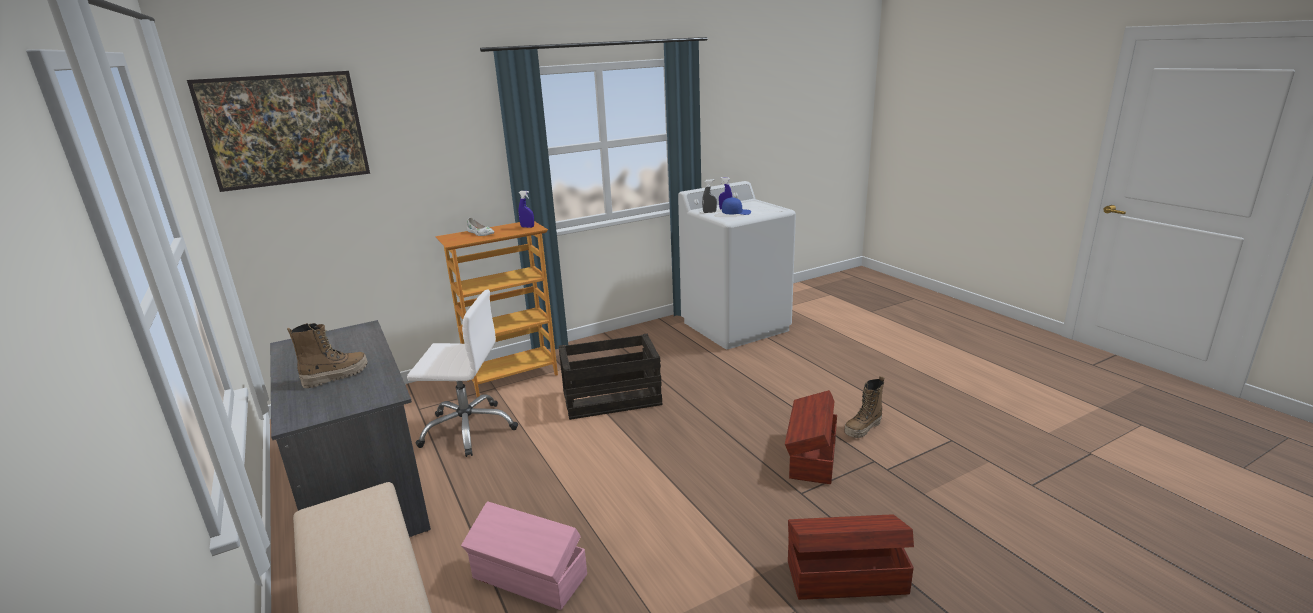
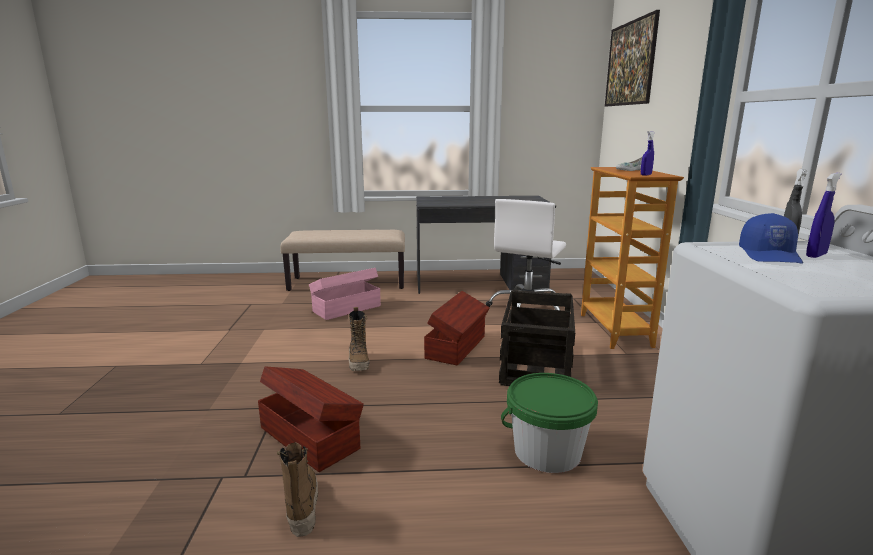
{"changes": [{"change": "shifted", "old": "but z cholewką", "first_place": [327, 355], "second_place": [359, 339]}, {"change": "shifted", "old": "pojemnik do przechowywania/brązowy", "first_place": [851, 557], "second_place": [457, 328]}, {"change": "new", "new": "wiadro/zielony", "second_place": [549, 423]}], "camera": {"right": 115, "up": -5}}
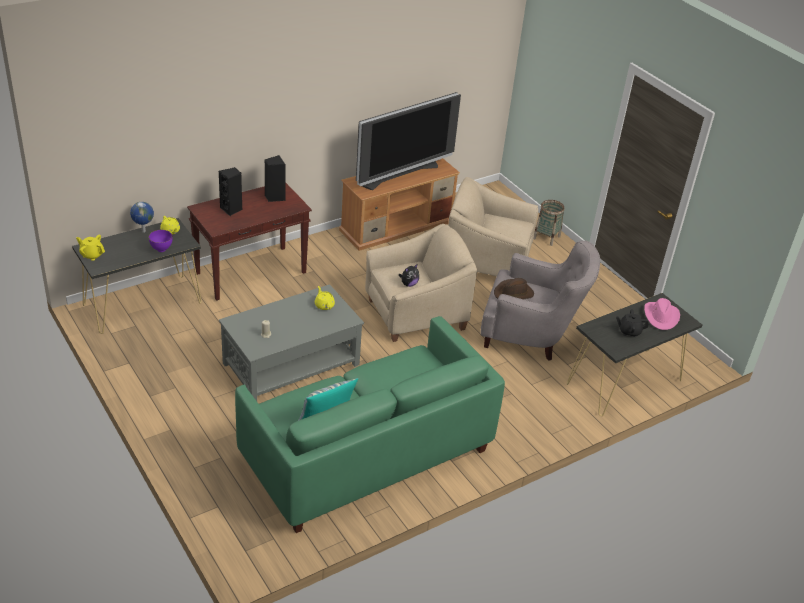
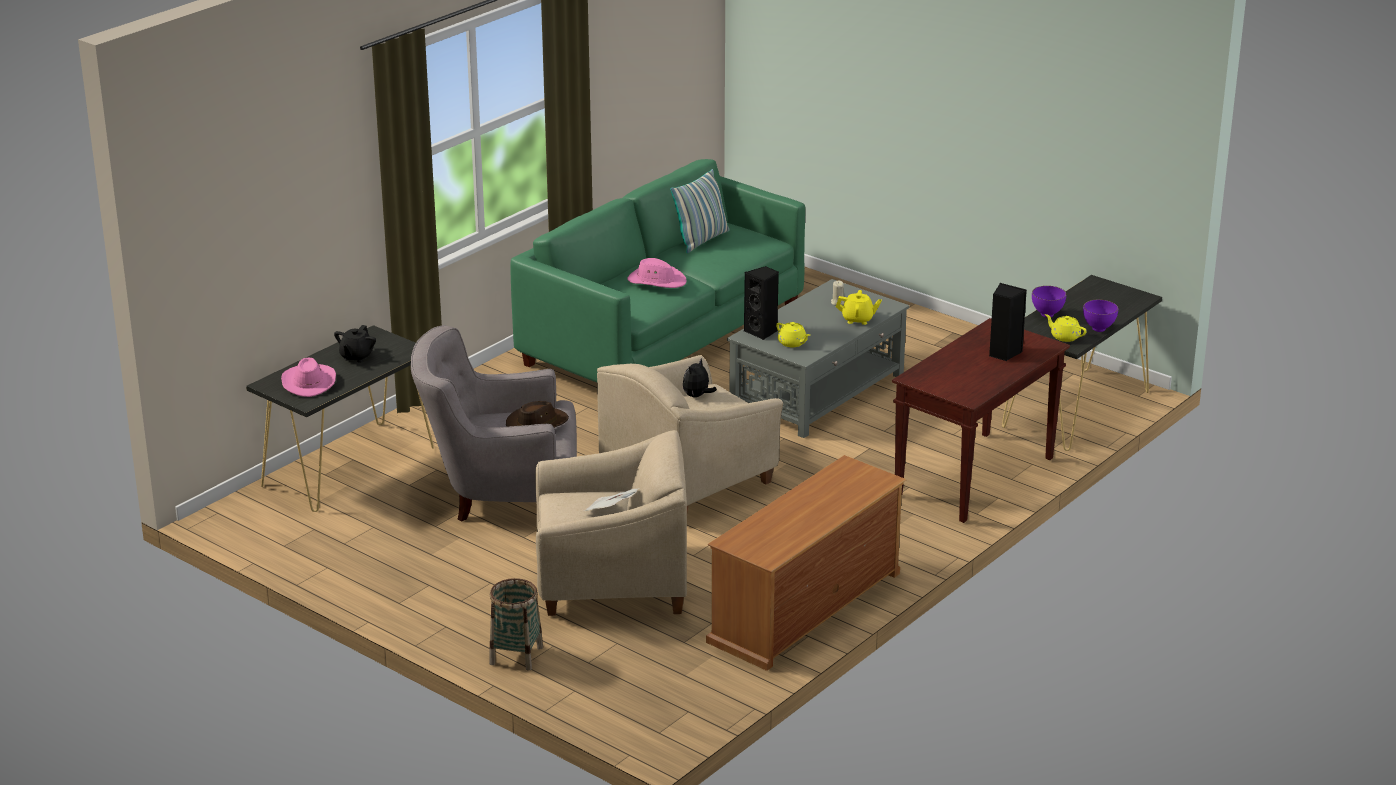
{"changes": [{"change": "shifted", "old": "imbryk/żółty", "first_place": [90, 248], "second_place": [859, 307]}, {"change": "swapped", "old": "globus", "new": "miska/fioletowy", "first_place": [142, 217], "second_place": [1100, 315]}, {"change": "shifted", "old": "głośnik/czarny", "first_place": [275, 178], "second_place": [761, 303]}, {"change": "gone", "old": "telewizor", "first_place": [408, 141]}, {"change": "rotated", "old": "imbryk/czarny", "first_place": [632, 323], "second_place": [355, 344], "degrees": 120}, {"change": "new", "new": "gazeta", "second_place": [611, 500]}, {"change": "new", "new": "kapelusz/różowy", "second_place": [657, 273]}], "camera": {"right": 165, "up": -10}}
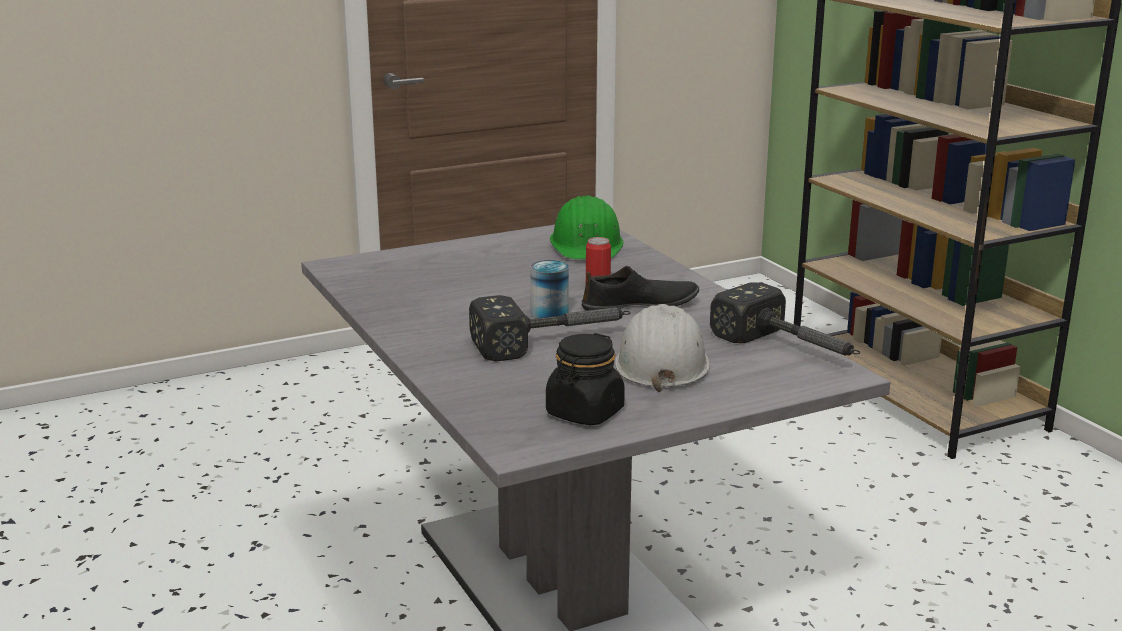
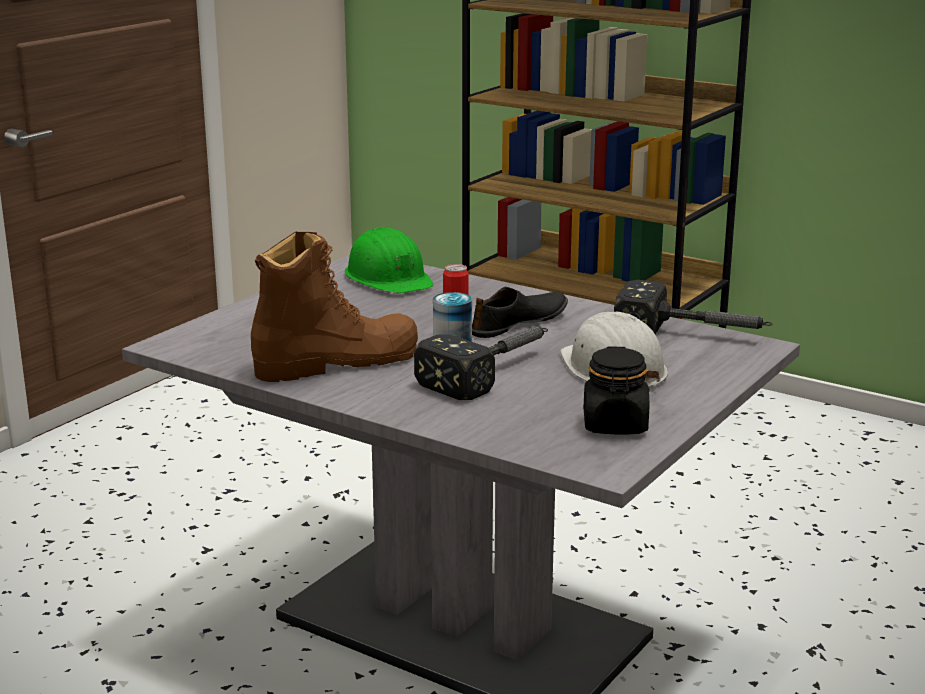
{"changes": [{"change": "new", "new": "but z cholewką/brązowy", "second_place": [334, 307]}], "camera": {"right": -30, "up": 0}}
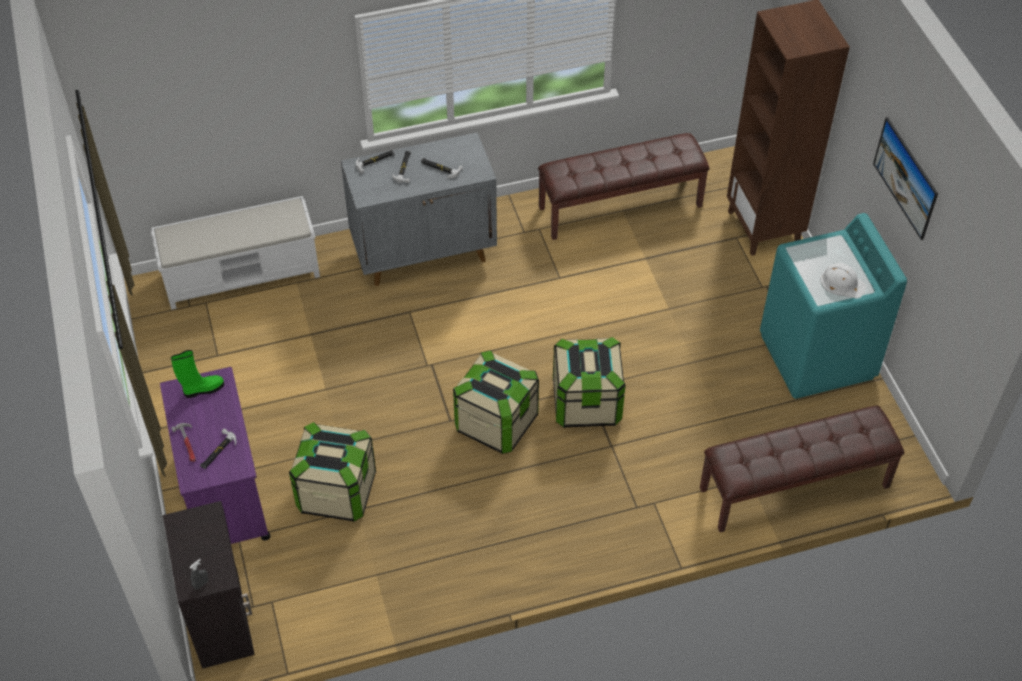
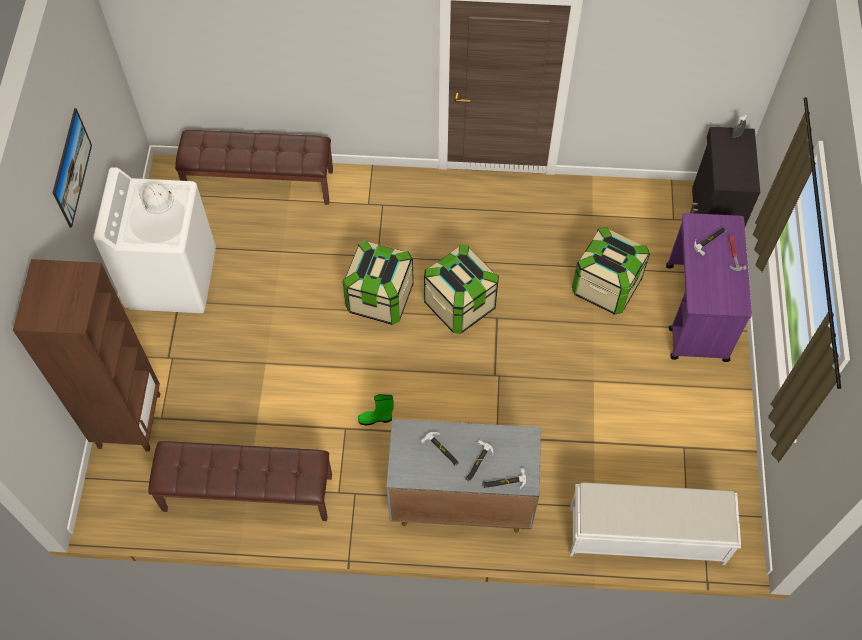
{"changes": [{"change": "shifted", "old": "but z cholewką/zielony", "first_place": [197, 374], "second_place": [376, 409]}, {"change": "repainted", "old": "pralka/turkusowy", "new": "pralka/biały", "first_place": [833, 306], "second_place": [154, 240]}], "camera": {"right": -160, "up": 10}}
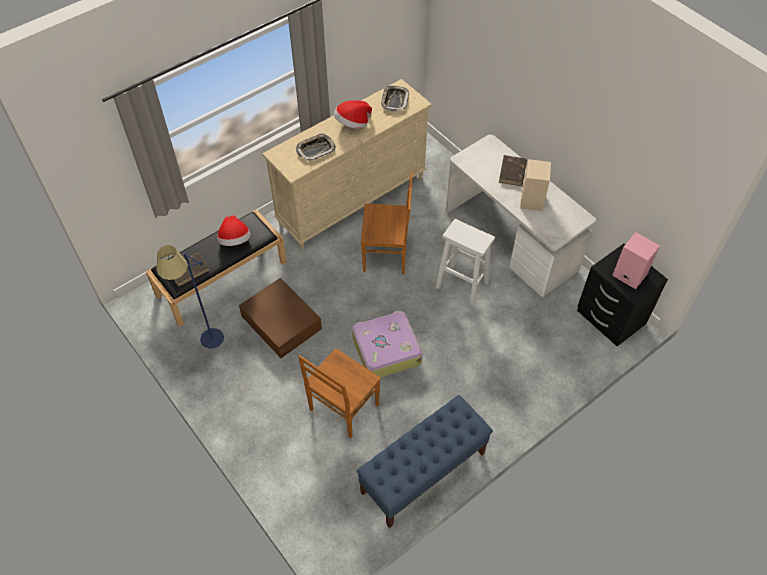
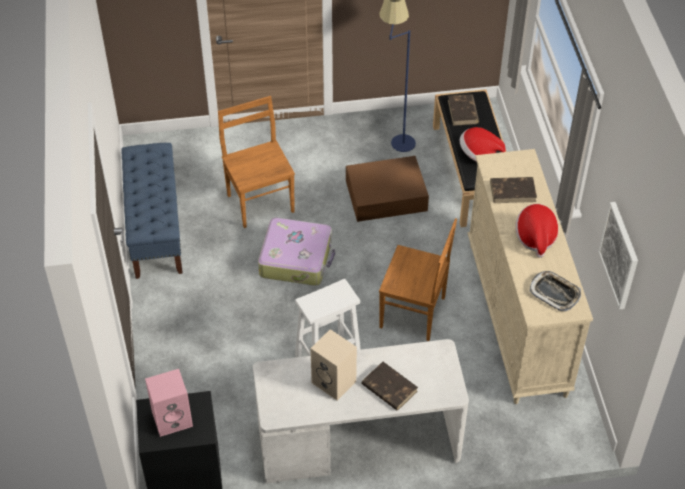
{"changes": [{"change": "swapped", "old": "taca", "new": "książka/brązowy", "first_place": [316, 147], "second_place": [513, 190]}, {"change": "rotated", "old": "krzesło/brązowy", "first_place": [387, 223], "second_place": [418, 279], "degrees": -105}, {"change": "new", "new": "obraz", "second_place": [618, 256]}], "camera": {"right": 120, "up": -5}}
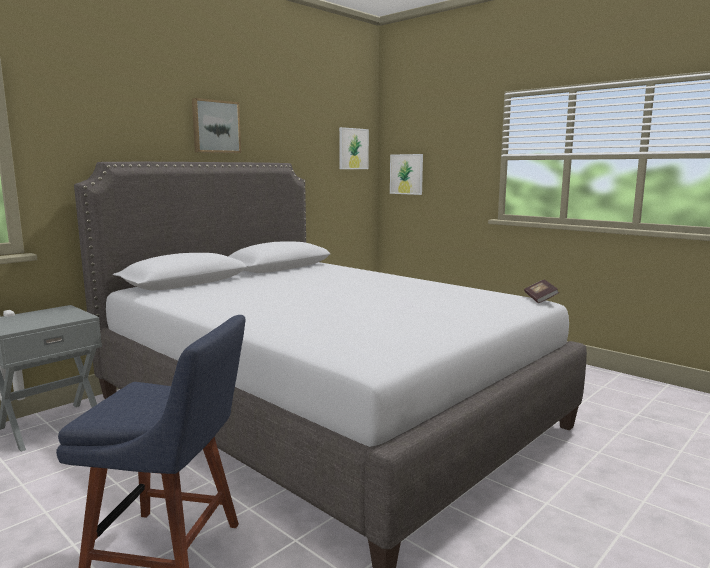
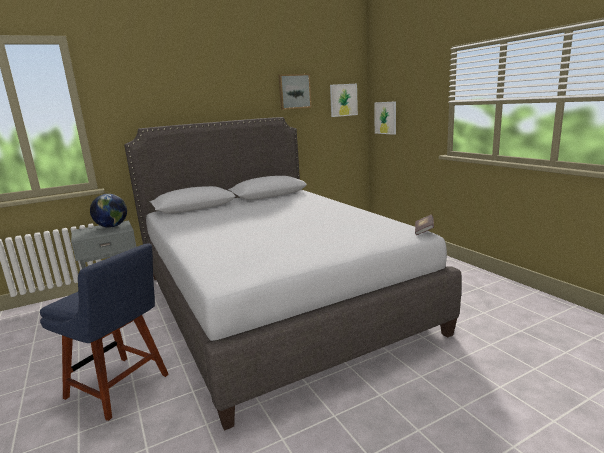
{"changes": [{"change": "shifted", "old": "obraz", "first_place": [216, 125], "second_place": [295, 92]}, {"change": "new", "new": "globus", "second_place": [108, 211]}], "camera": {"right": 20, "up": 5}}
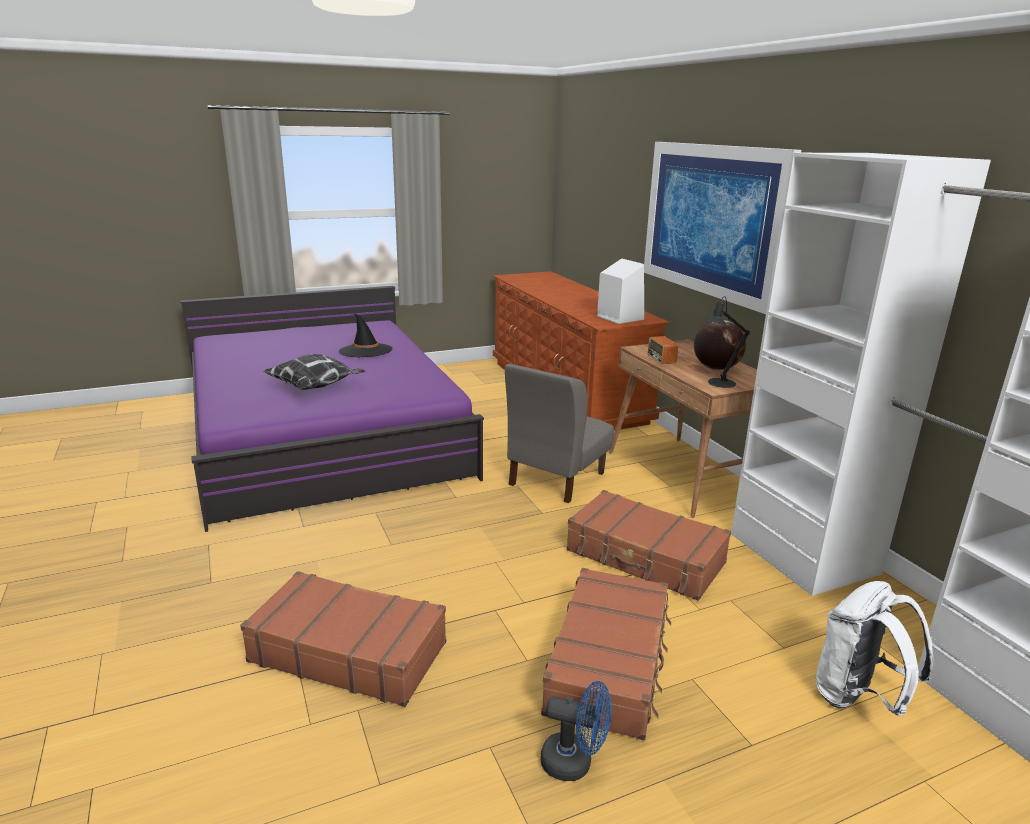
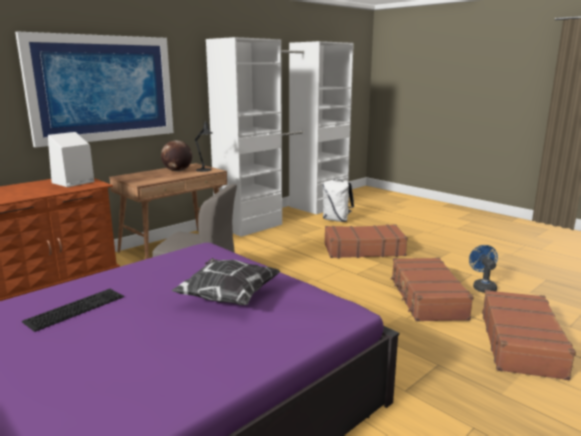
{"changes": [{"change": "swapped", "old": "kapelusz/czarny", "new": "klawiatura", "first_place": [366, 335], "second_place": [73, 310]}, {"change": "shifted", "old": "wentylator/niebieski", "first_place": [576, 731], "second_place": [483, 269]}, {"change": "shifted", "old": "walizka/brązowy", "first_place": [648, 545], "second_place": [529, 335]}, {"change": "gone", "old": "radio", "first_place": [664, 350]}], "camera": {"right": -110, "up": -5}}
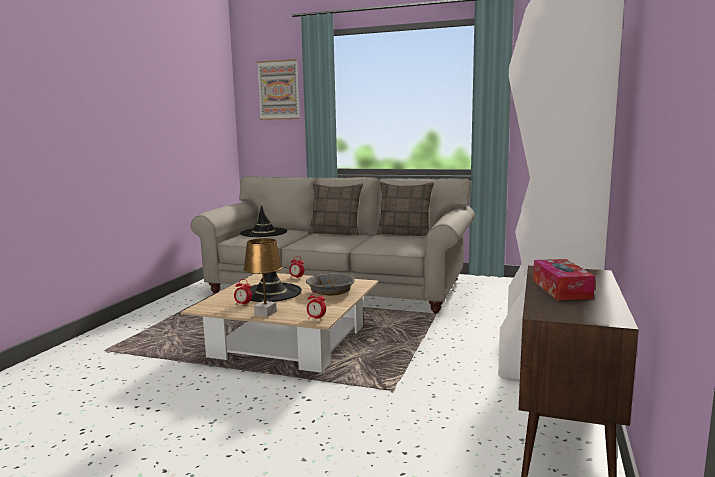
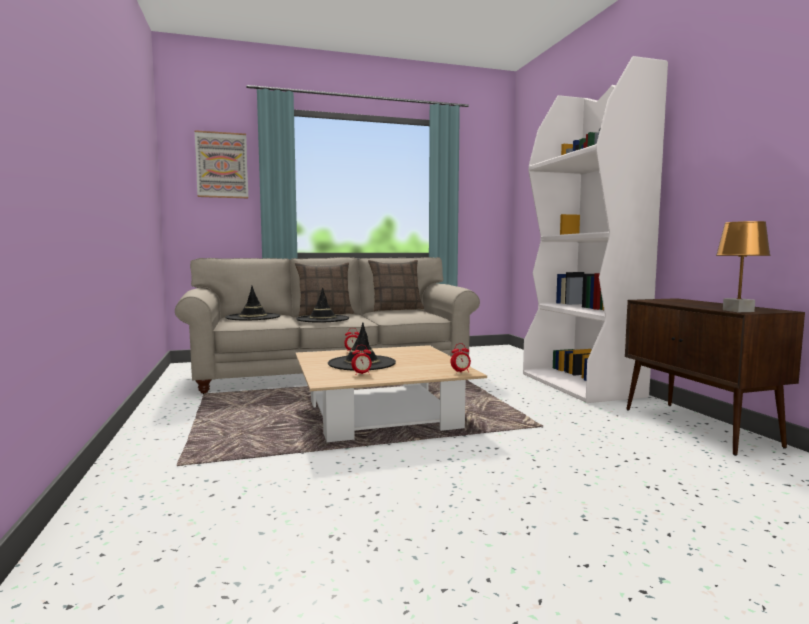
{"changes": [{"change": "shifted", "old": "lampa stołowa/brązowy", "first_place": [263, 277], "second_place": [743, 266]}, {"change": "gone", "old": "miska/szary", "first_place": [330, 284]}, {"change": "gone", "old": "pudełko chusteczek", "first_place": [564, 279]}, {"change": "new", "new": "kapelusz/czarny", "second_place": [322, 304]}], "camera": {"right": -35, "up": -5}}
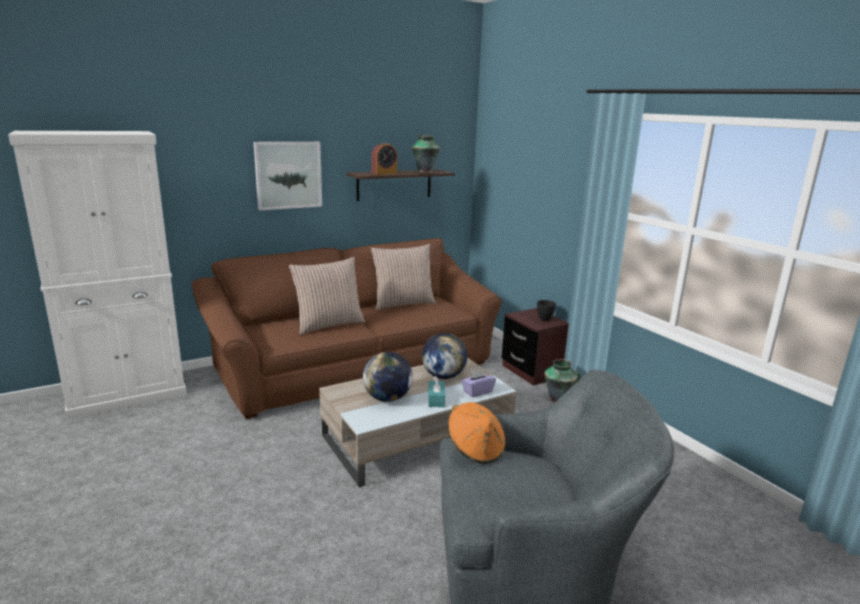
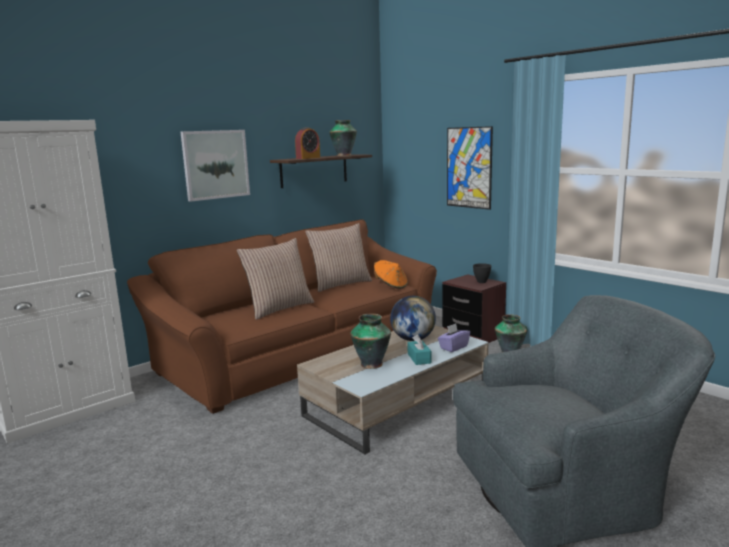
{"changes": [{"change": "swapped", "old": "globus", "new": "wazon", "first_place": [388, 377], "second_place": [371, 341]}, {"change": "shifted", "old": "kapelusz/pomarańczowy", "first_place": [477, 433], "second_place": [391, 274]}, {"change": "new", "new": "obraz", "second_place": [470, 168]}], "camera": {"right": -10, "up": -5}}
